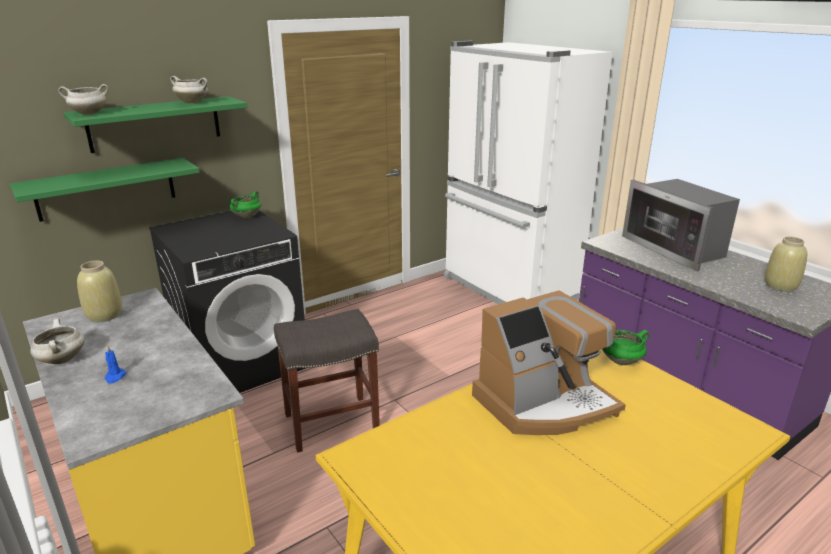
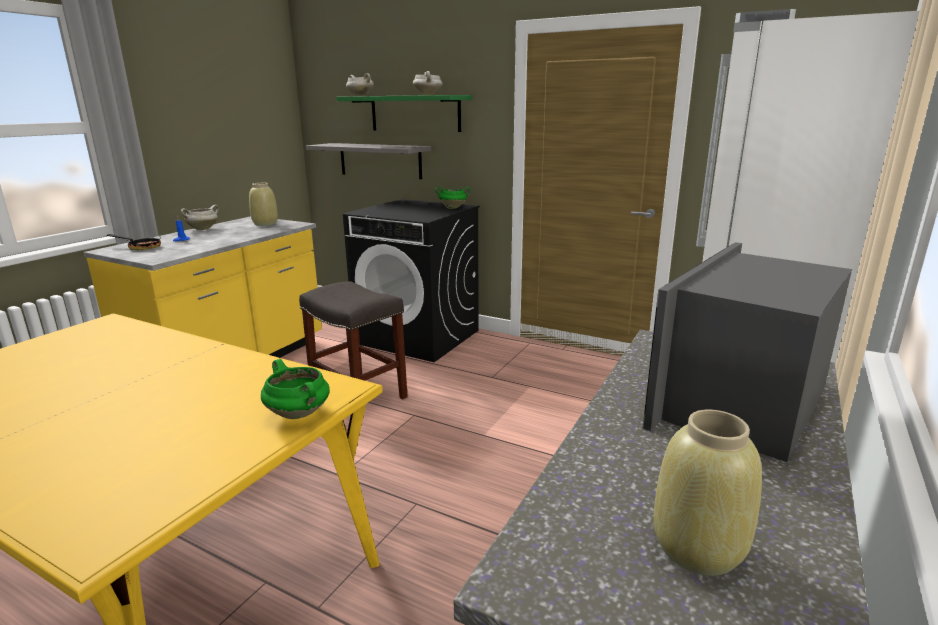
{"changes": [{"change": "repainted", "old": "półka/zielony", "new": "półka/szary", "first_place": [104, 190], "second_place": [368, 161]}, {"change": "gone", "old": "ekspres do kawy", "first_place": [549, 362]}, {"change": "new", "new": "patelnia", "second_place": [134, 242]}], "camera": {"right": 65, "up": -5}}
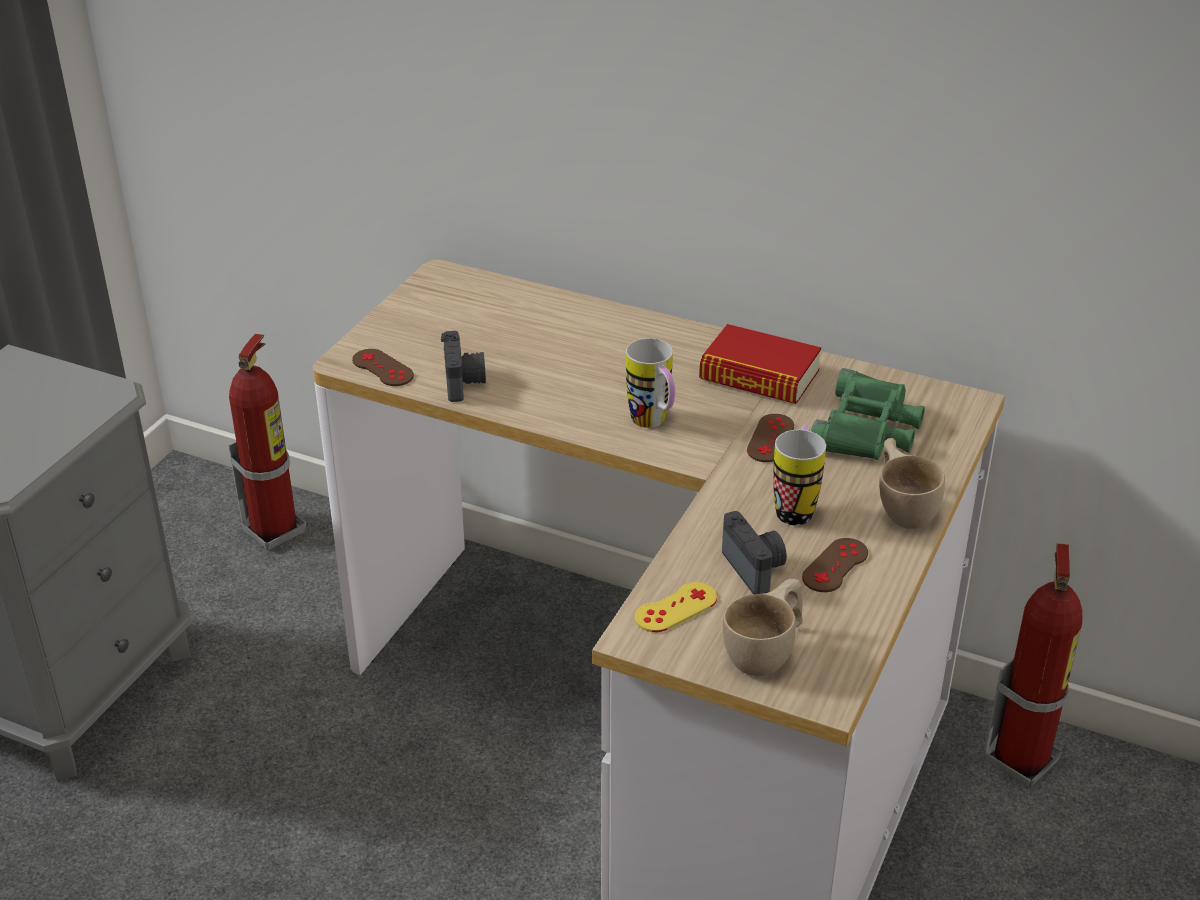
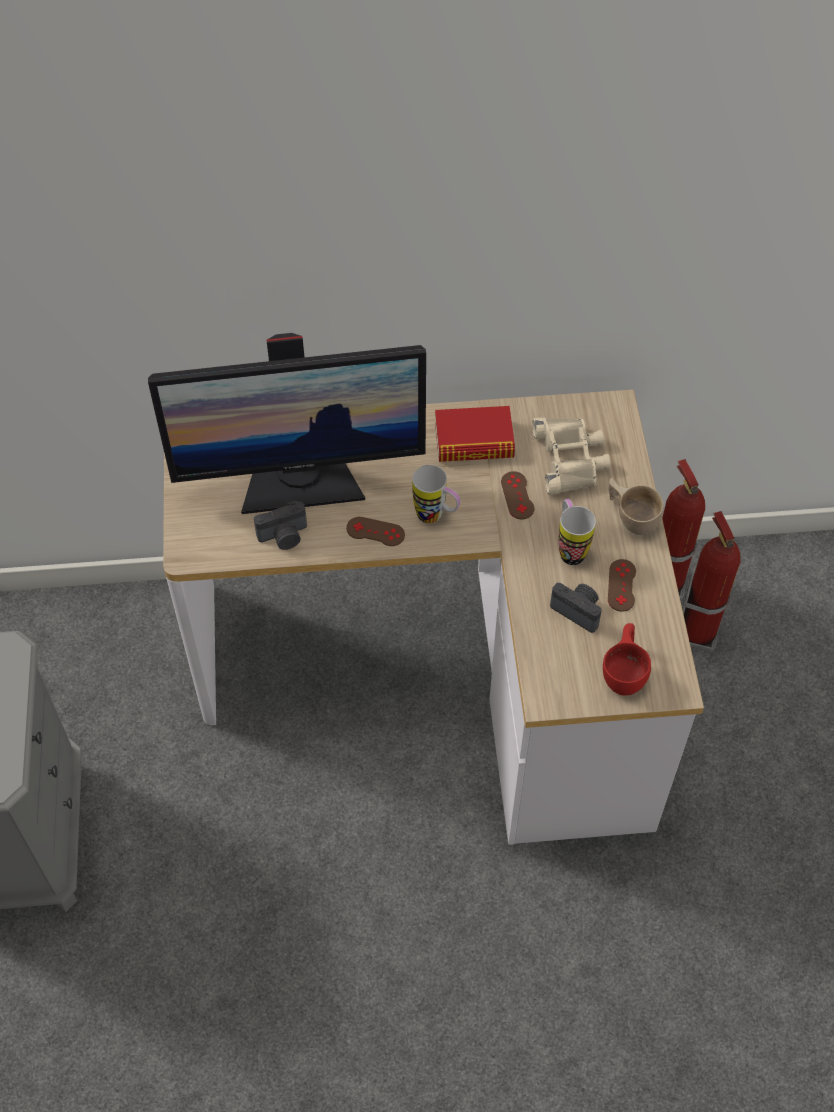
{"changes": [{"change": "shifted", "old": "gaśnica", "first_place": [267, 442], "second_place": [711, 581]}, {"change": "shifted", "old": "pad do gier/brązowy", "first_place": [383, 367], "second_place": [375, 531]}, {"change": "rotated", "old": "aparat fotograficzny", "first_place": [463, 366], "second_place": [280, 525], "degrees": 105}, {"change": "gone", "old": "pad do gier/żółty", "first_place": [676, 607]}, {"change": "repainted", "old": "filiżanka/beżowy", "new": "filiżanka/czerwony", "first_place": [763, 627], "second_place": [627, 659]}, {"change": "repainted", "old": "lornetka/zielony", "new": "lornetka/beżowy", "first_place": [868, 414], "second_place": [571, 456]}, {"change": "new", "new": "monitor", "second_place": [287, 423]}], "camera": {"right": -30, "up": 20}}
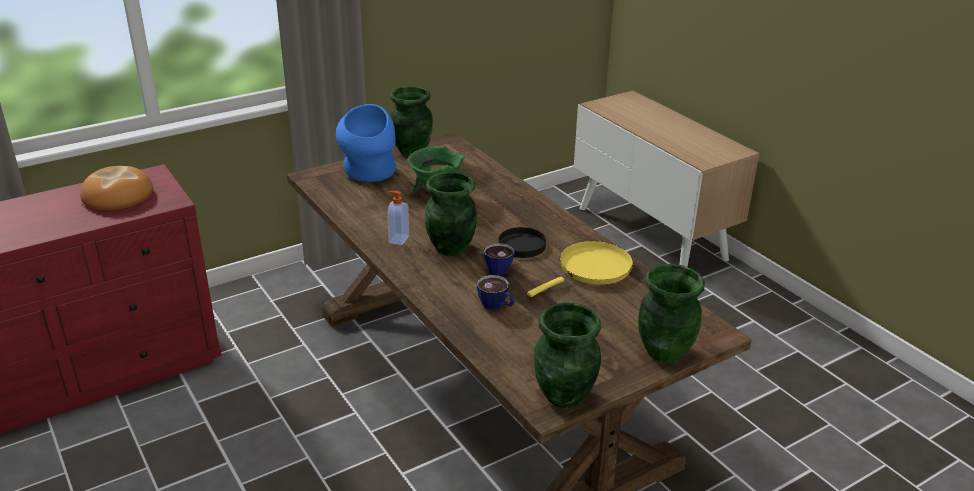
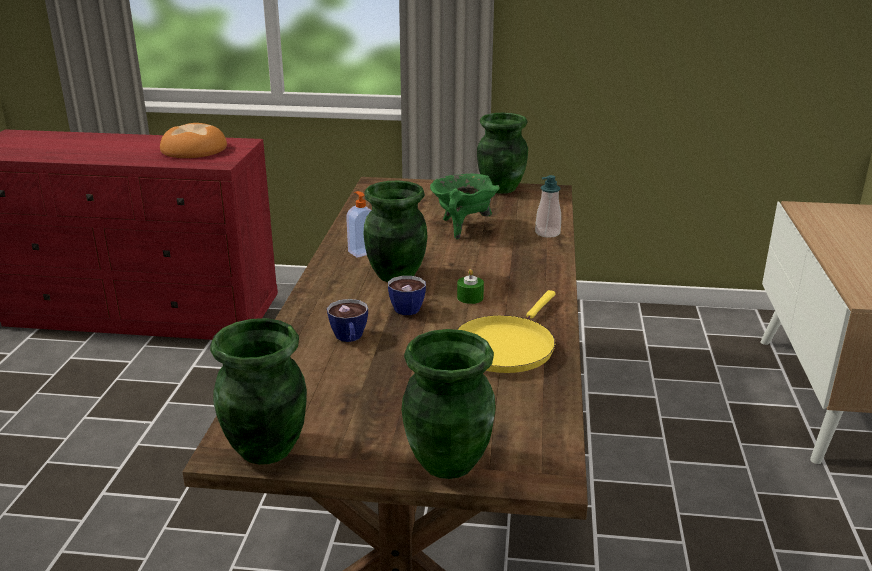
{"changes": [{"change": "gone", "old": "wazon/niebieski", "first_place": [366, 143]}, {"change": "swapped", "old": "talerz/czarny", "new": "świeca/zielony", "first_place": [522, 242], "second_place": [470, 286]}, {"change": "rotated", "old": "patelnia/żółty", "first_place": [580, 269], "second_place": [506, 331], "degrees": 120}, {"change": "new", "new": "dozownik mydła", "second_place": [548, 206]}], "camera": {"right": 40, "up": -5}}
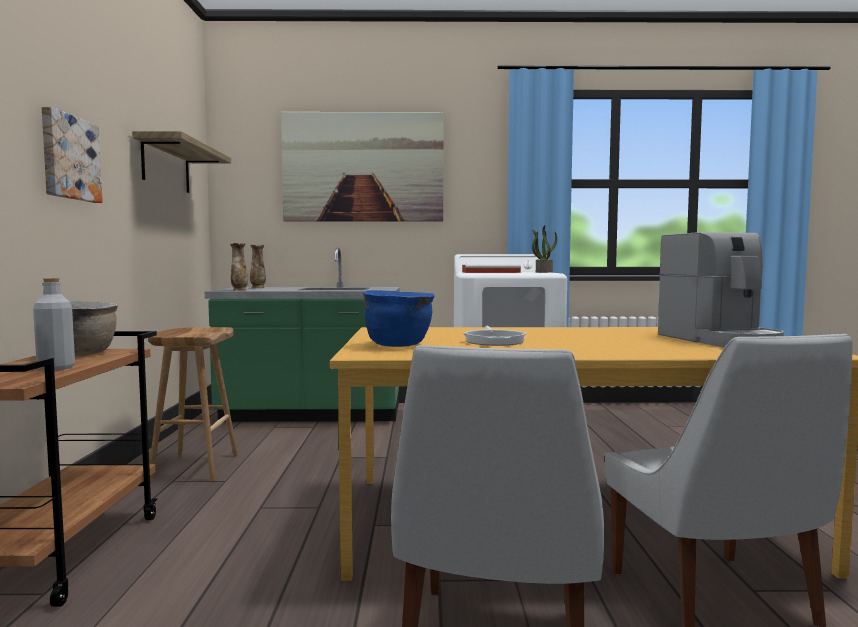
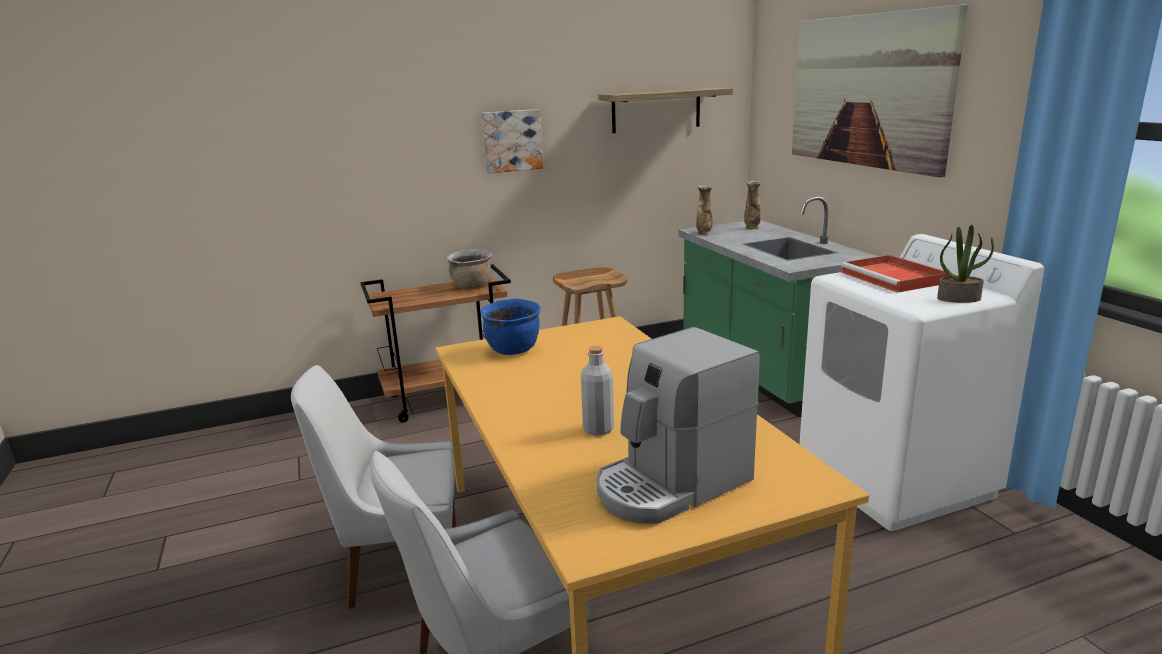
{"changes": [{"change": "shifted", "old": "butelka/szary", "first_place": [54, 324], "second_place": [597, 391]}, {"change": "gone", "old": "patelnia", "first_place": [495, 336]}], "camera": {"right": 70, "up": 15}}
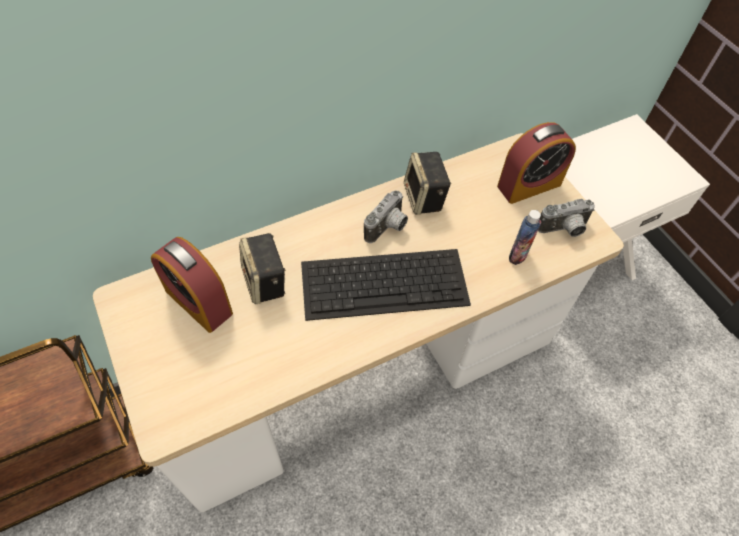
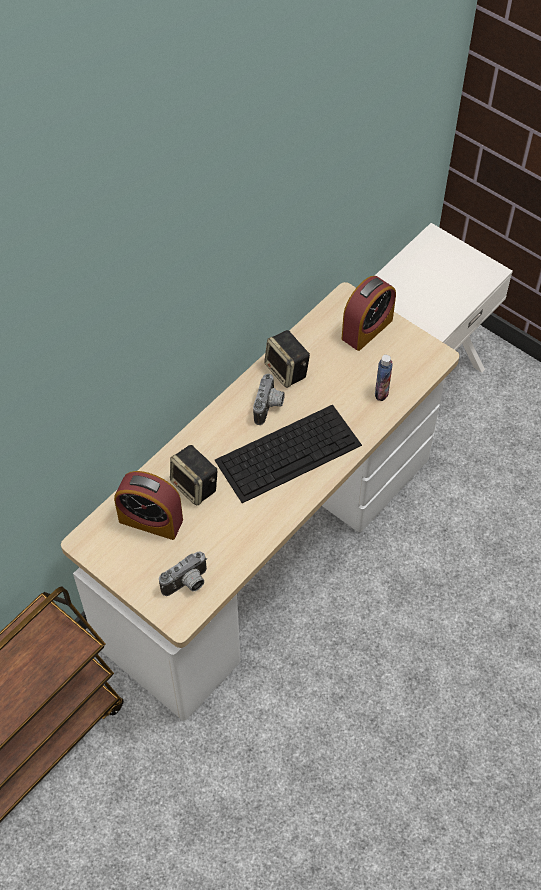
{"changes": [{"change": "shifted", "old": "aparat fotograficzny", "first_place": [566, 218], "second_place": [183, 574]}], "camera": {"right": -20, "up": 0}}
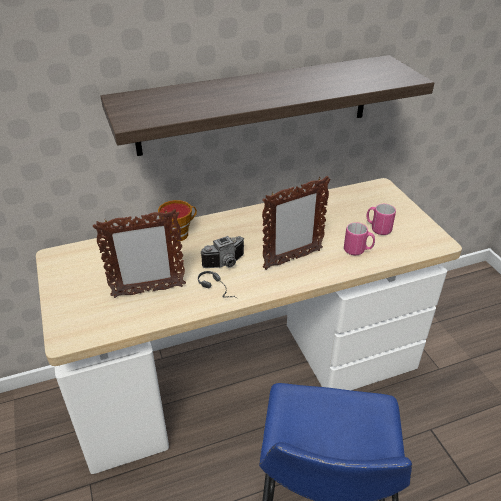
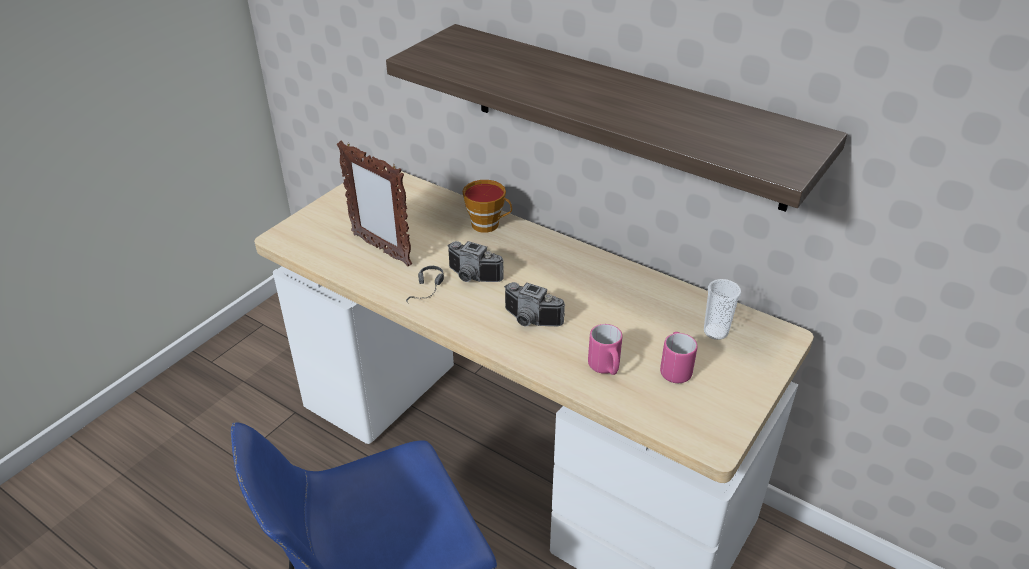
{"changes": [{"change": "swapped", "old": "ramka na zdjęcie", "new": "aparat fotograficzny", "first_place": [296, 223], "second_place": [534, 304]}, {"change": "new", "new": "filiżanka", "second_place": [722, 309]}], "camera": {"right": 55, "up": 0}}
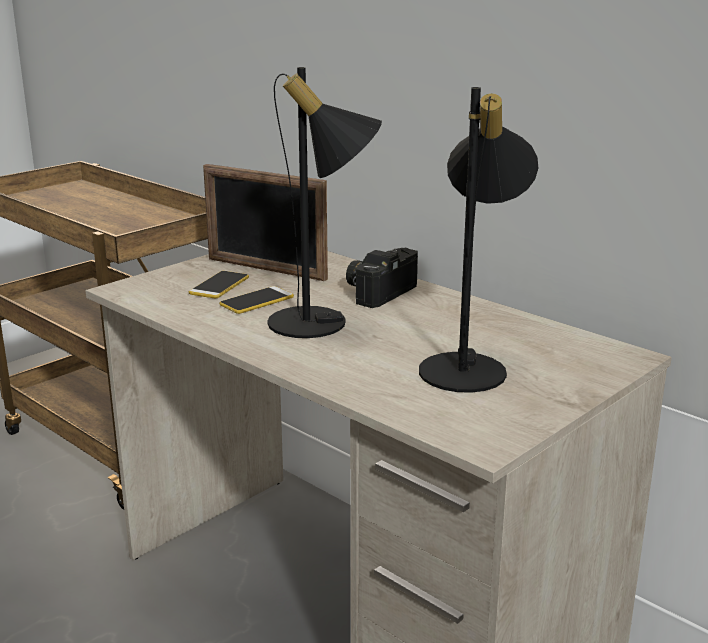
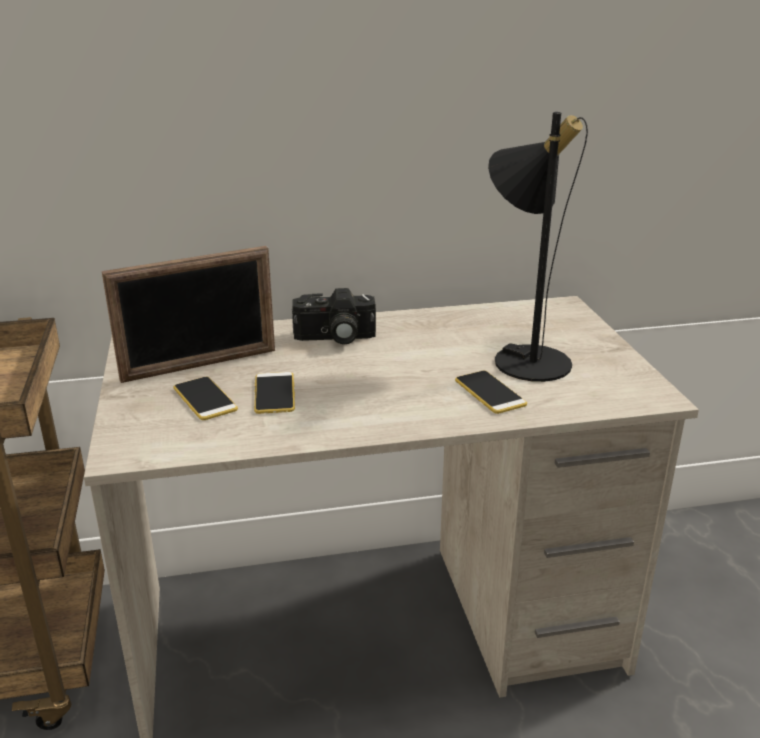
{"changes": [{"change": "gone", "old": "lampa stołowa/czarny", "first_place": [324, 202]}, {"change": "rotated", "old": "aparat fotograficzny", "first_place": [382, 278], "second_place": [334, 316], "degrees": -75}, {"change": "new", "new": "telefon", "second_place": [491, 392]}], "camera": {"right": -55, "up": 5}}
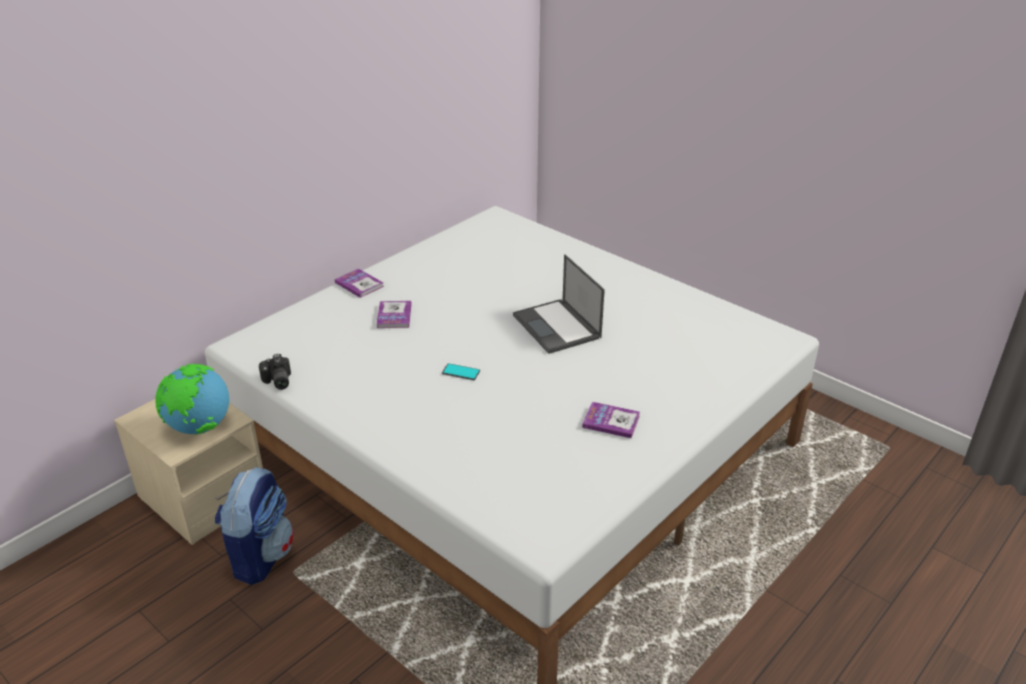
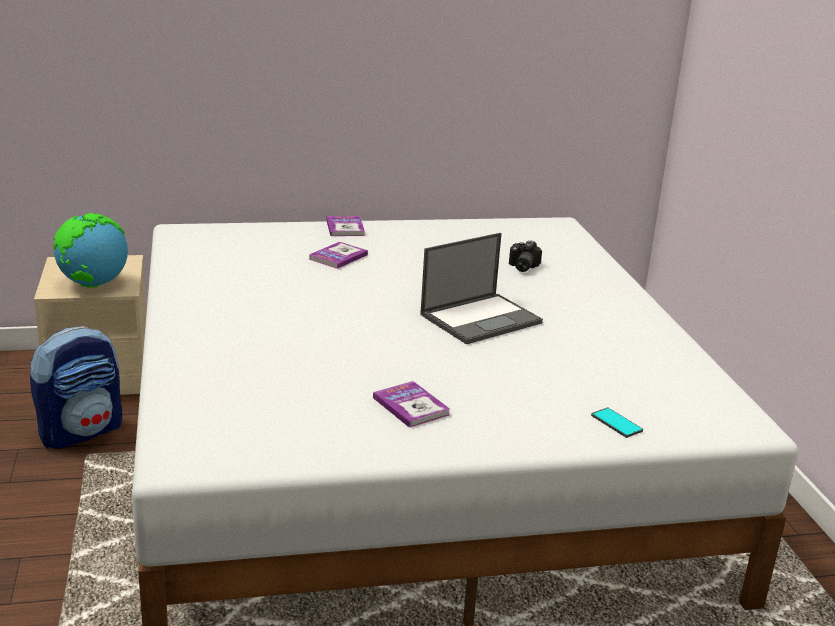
{"changes": [{"change": "shifted", "old": "aparat fotograficzny", "first_place": [275, 372], "second_place": [525, 256]}, {"change": "shifted", "old": "telefon", "first_place": [461, 371], "second_place": [617, 423]}, {"change": "rotated", "old": "laptop", "first_place": [559, 304], "second_place": [481, 288], "degrees": -135}], "camera": {"right": 35, "up": -10}}
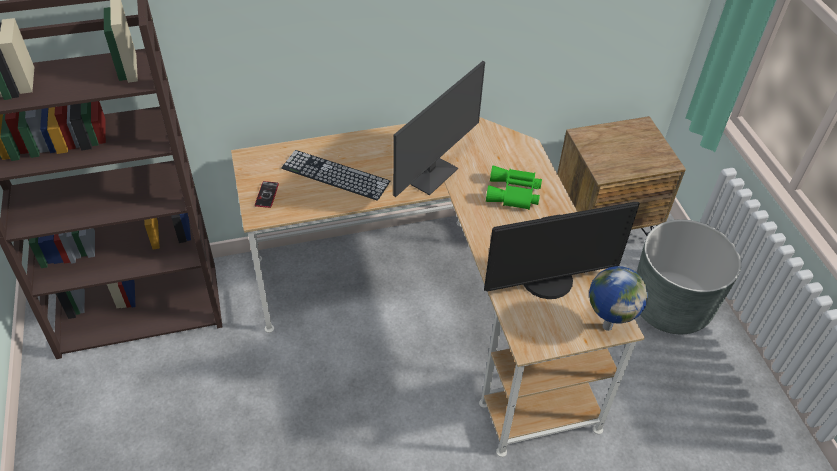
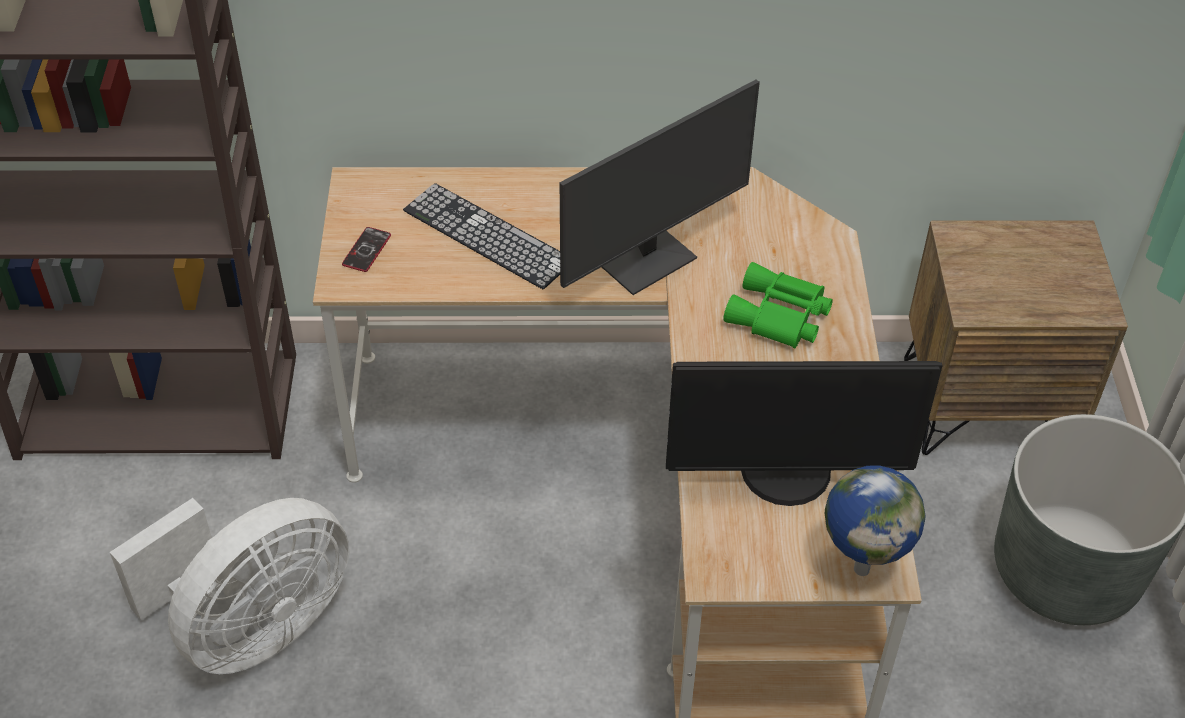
{"changes": [{"change": "new", "new": "wentylator/biały", "second_place": [229, 586]}], "camera": {"right": 15, "up": 0}}
